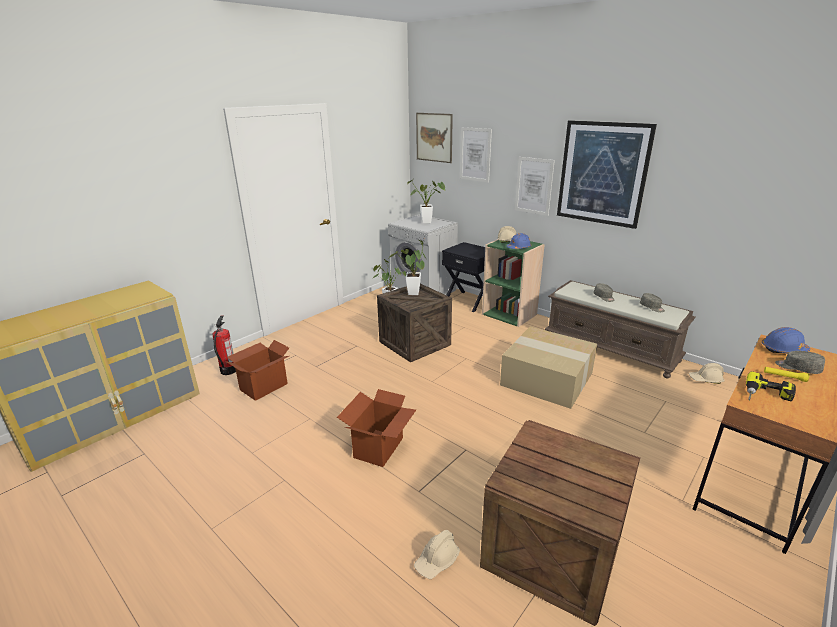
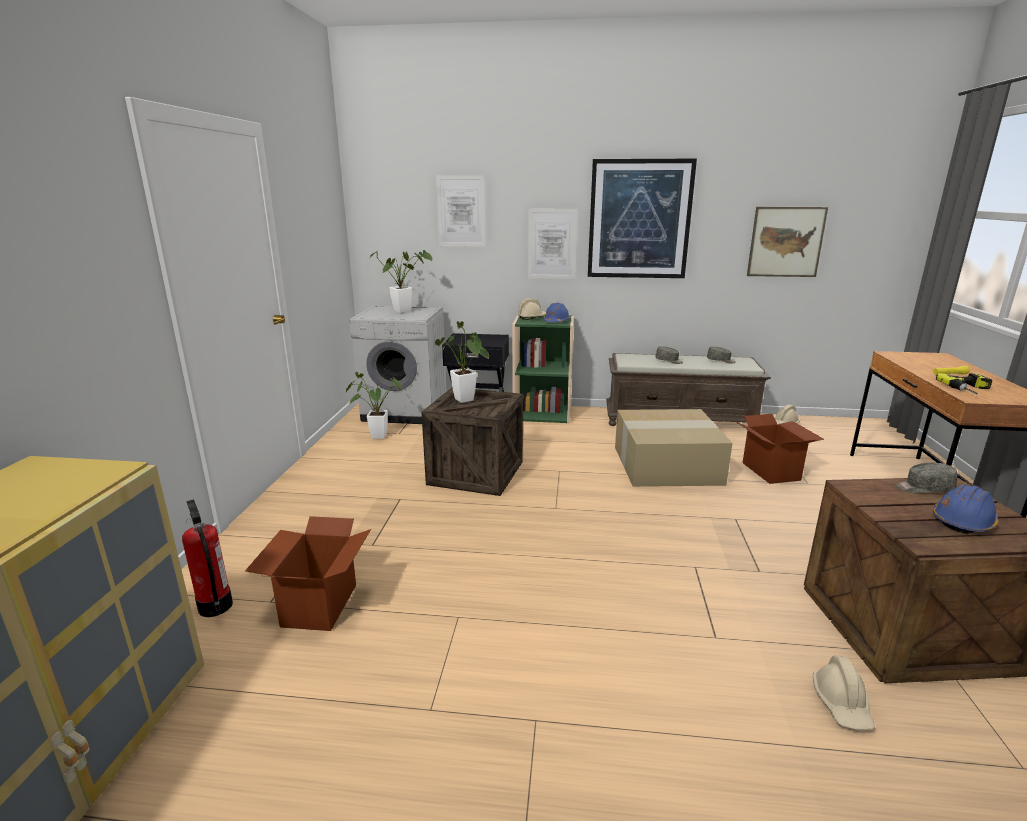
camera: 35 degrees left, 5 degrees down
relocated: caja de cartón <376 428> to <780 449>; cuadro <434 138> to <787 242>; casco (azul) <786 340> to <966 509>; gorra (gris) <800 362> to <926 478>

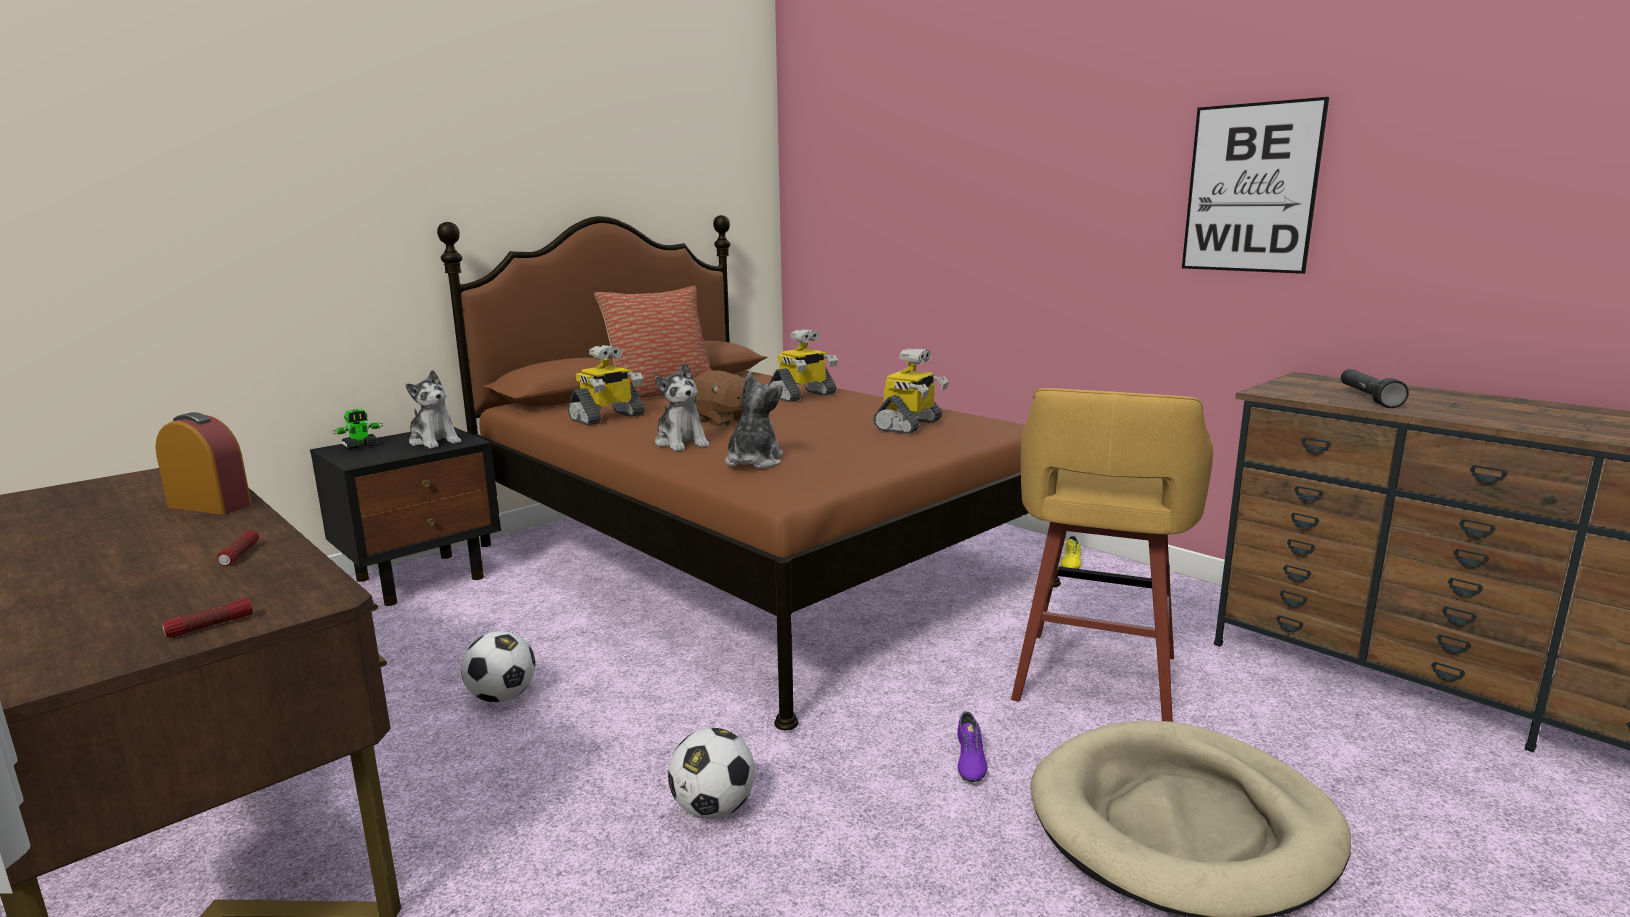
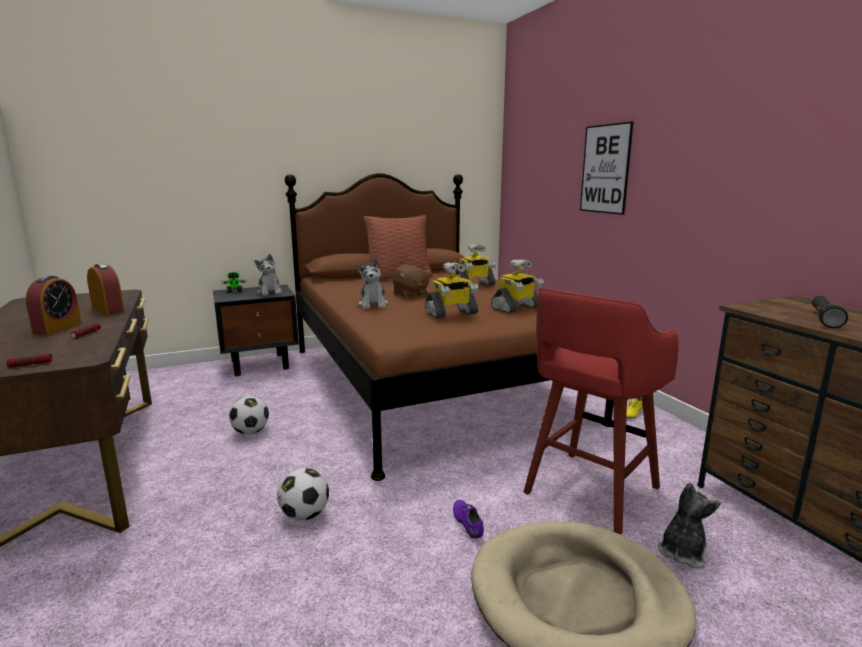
camera: 20 degrees right, 0 degrees up
appeared: despertador <53 305>
relocated: robot de juguete <606 385> to <452 290>; peluche <754 420> to <689 525>; cuadro <1255 185> to <607 168>
colour: taburete (amarillo) <1112 555> to taburete (rojo) <601 411>
spun: zapato (morado) <972 746> = <468 519> 135 degrees clockwise

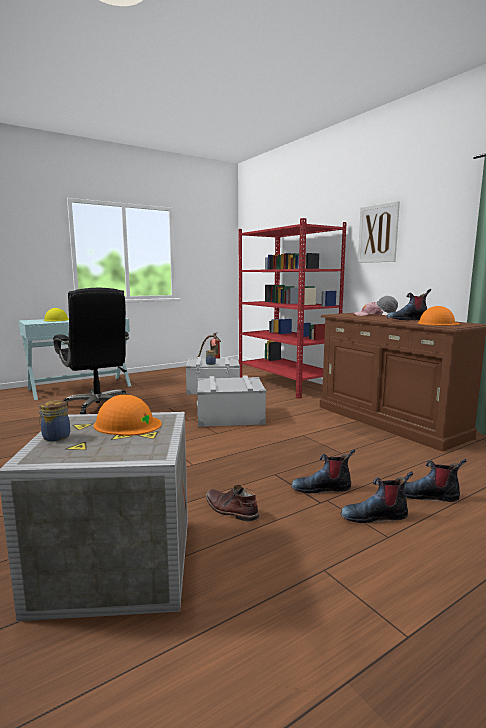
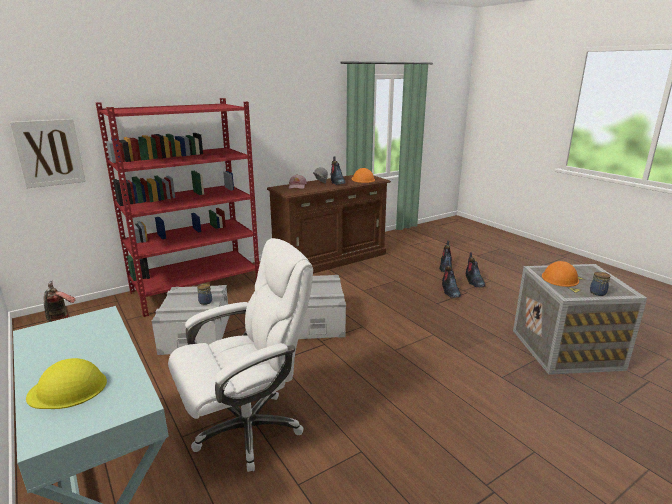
camera: 90 degrees left, 10 degrees up
missing: bota (marrón) <232 503>
relocated: cuadro <379 232> to <48 153>
colour: silla de oficina (negro) <91 351> to silla de oficina (blanco) <240 355>

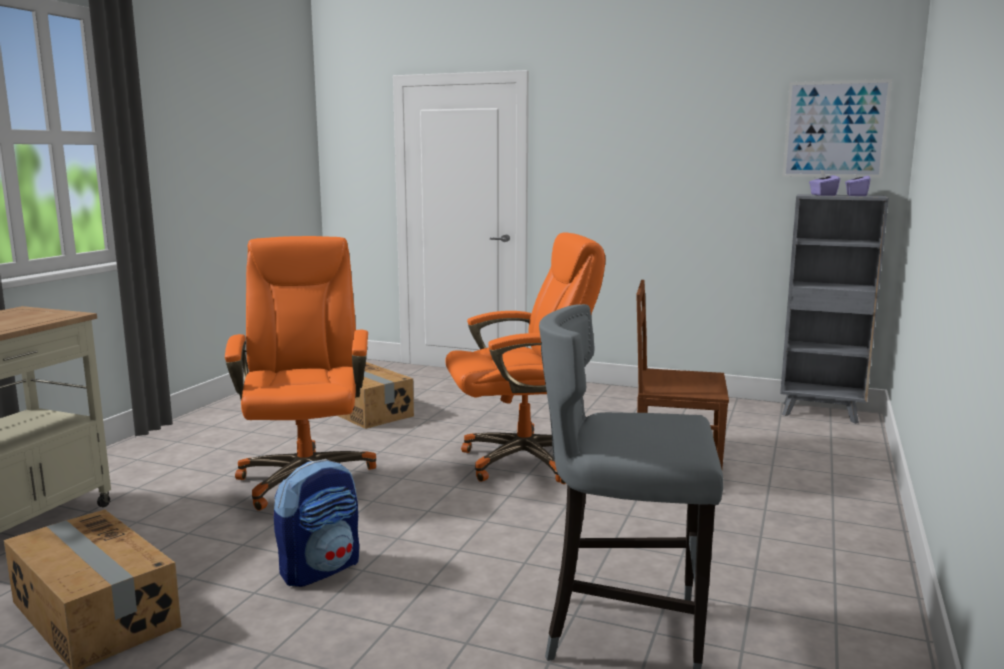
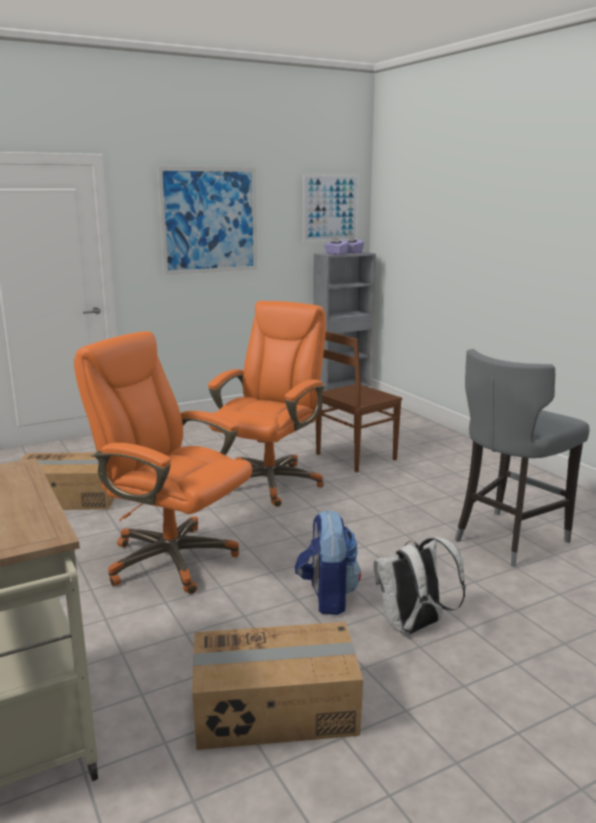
camera: 50 degrees left, 5 degrees up
appeared: cuadro <207 220>; mochila (blanco) <420 586>

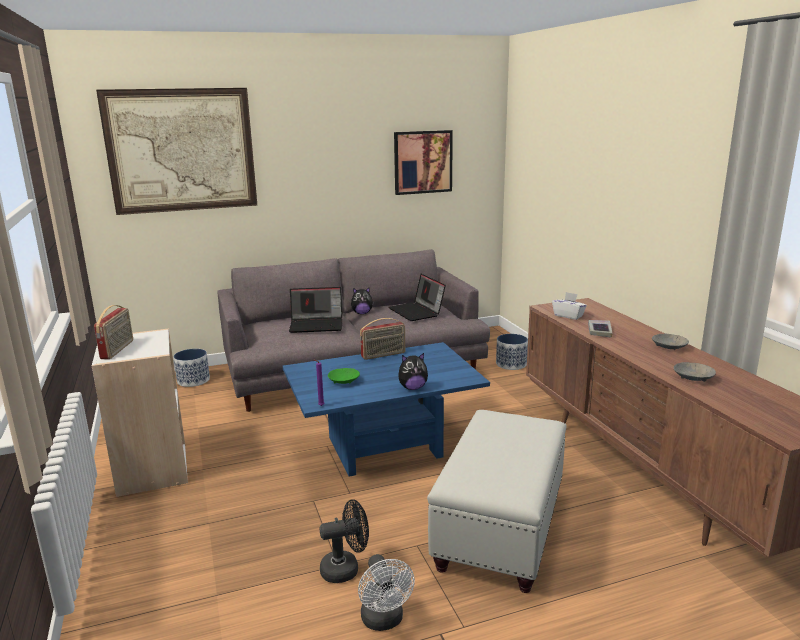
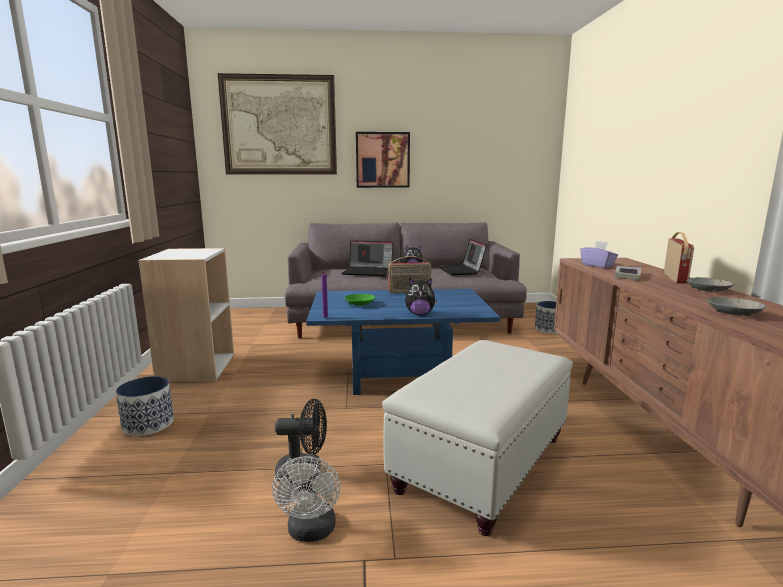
camera: 15 degrees right, 5 degrees down
relocated: radio <113 332> to <679 258>; maceta <191 368> to <145 406>; cuadro <423 162> to <383 160>
colour: caja de pañuelos (blanco) <569 306> to caja de pañuelos (morado) <599 254>

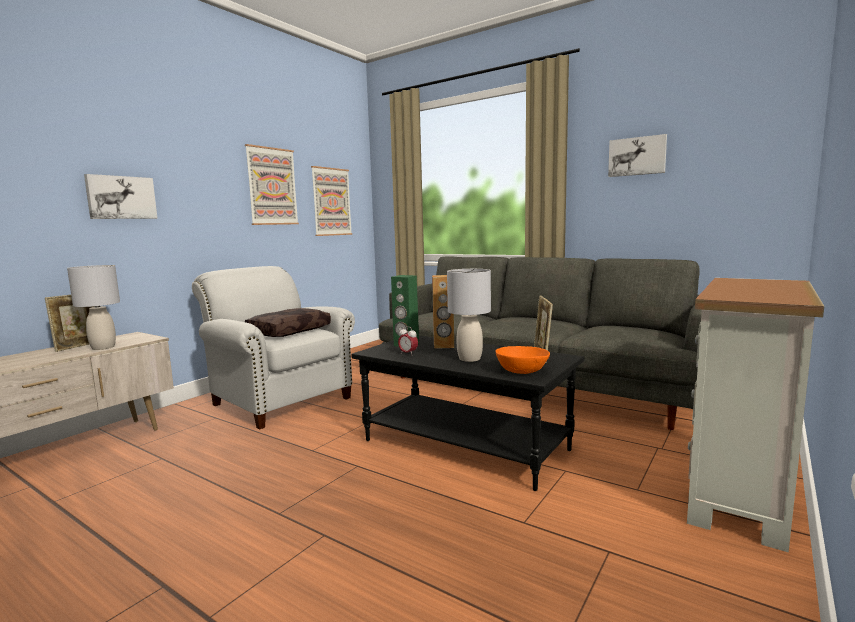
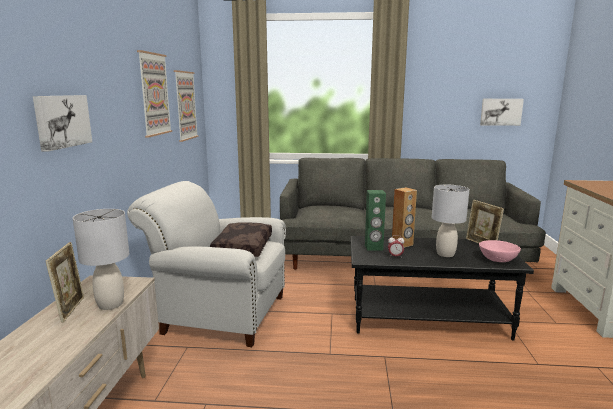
camera: 30 degrees left, 5 degrees up
relocated: cuadro <637 155> to <502 112>
colour: cuenco (naranja) <522 360> to cuenco (rosa) <500 251>

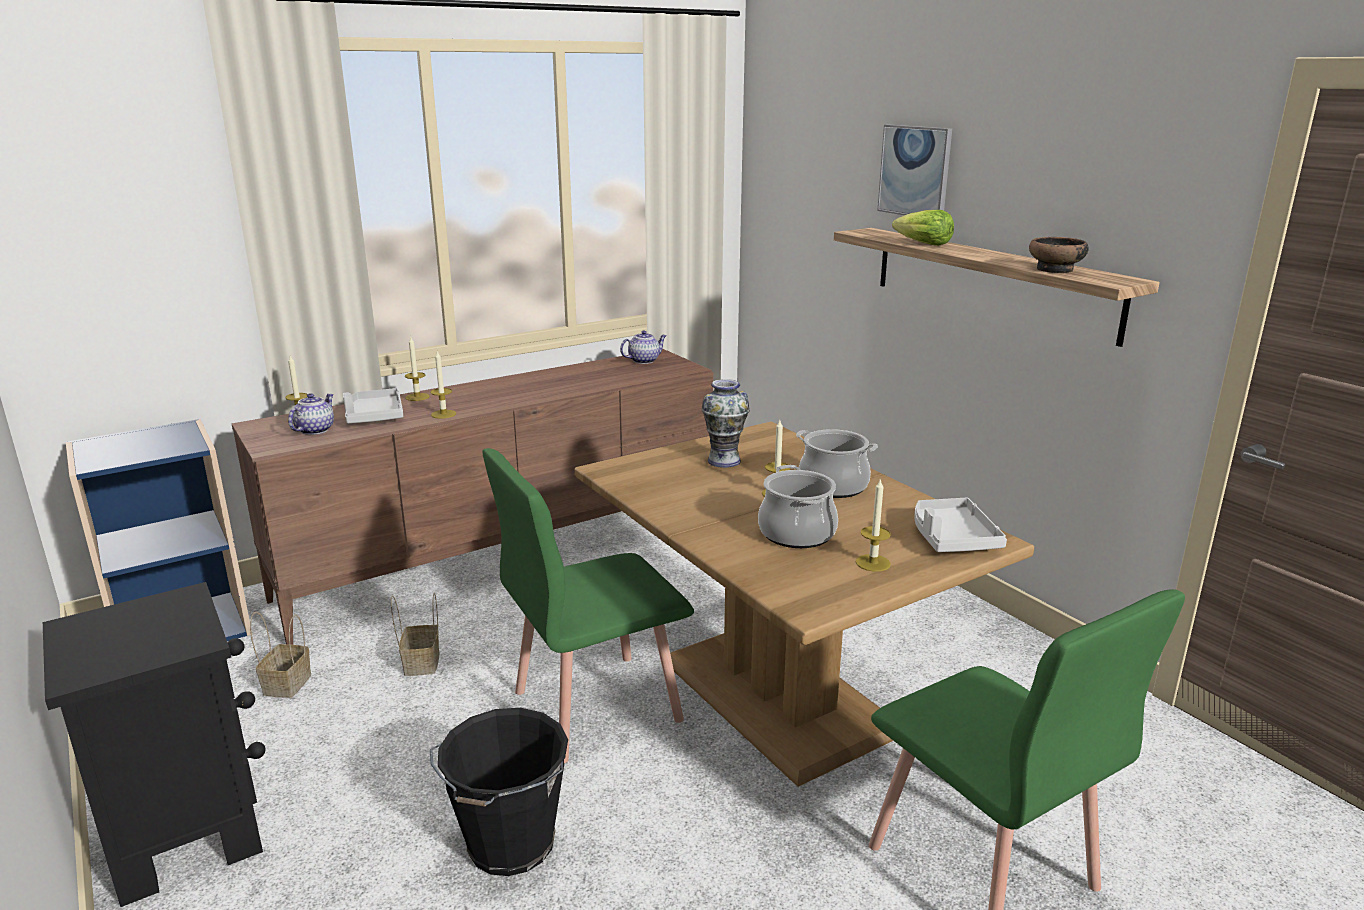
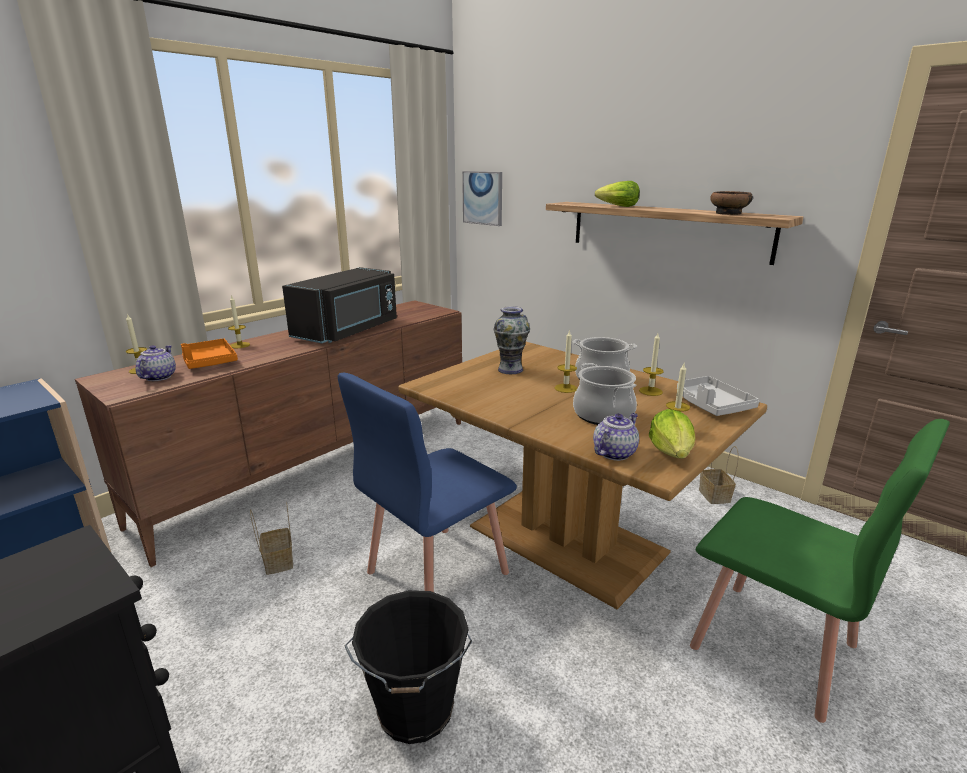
camera: 15 degrees left, 0 degrees up
appeared: microondas (negro) <339 305>; lechuga <672 434>
relocated: cesta <280 655> to <718 475>; vela <443 385> to <651 364>; tetera <643 347> to <616 437>; cuadro <914 170> to <482 198>
colour: bandeja (gris) <373 406> to bandeja (naranja) <209 353>; silla (verde) <588 605> to silla (azul) <427 482>

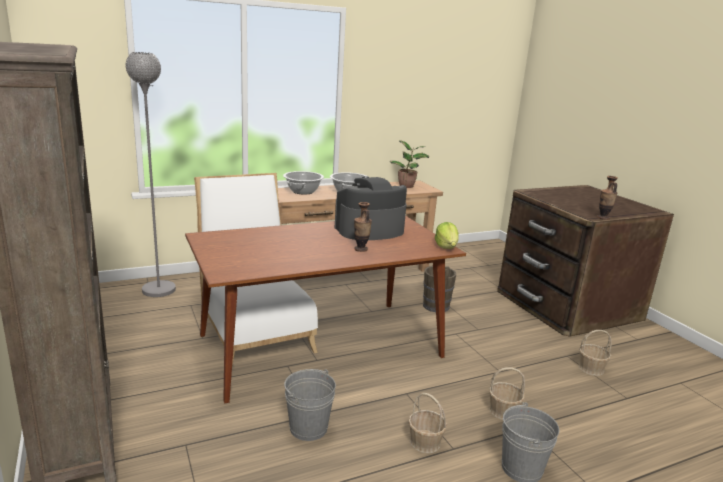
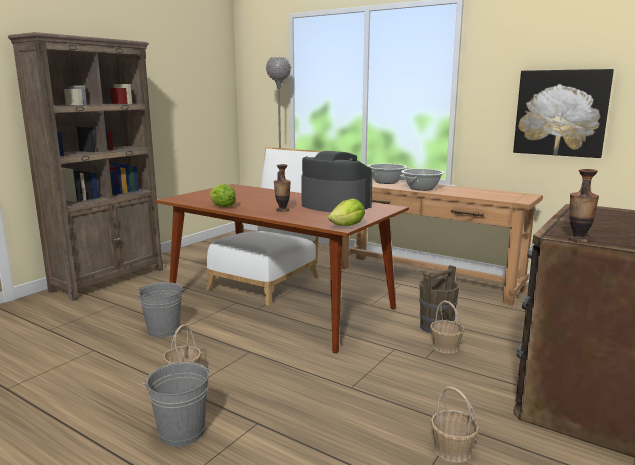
camera: 60 degrees right, 5 degrees down
missing: planta en maceta <409 164>
appeared: lechuga <223 195>; cuadro <563 113>
relocated: cesta <507 393> to <447 327>

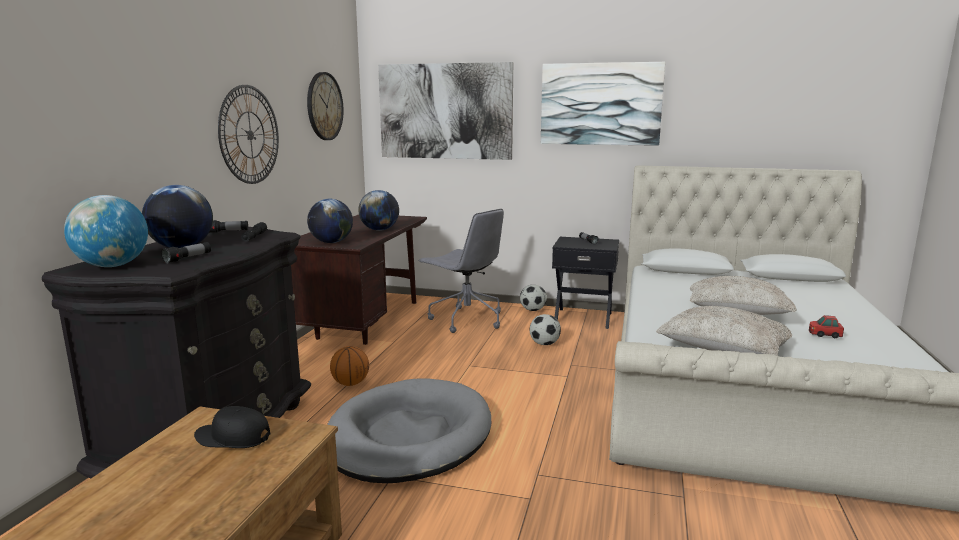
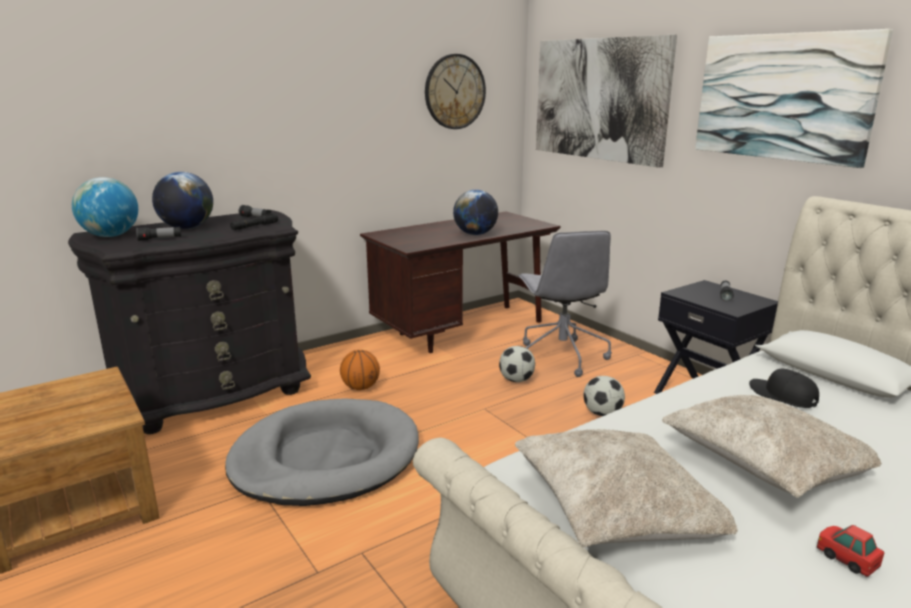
camera: 40 degrees right, 5 degrees up
missing: reloj de pared <248 134>; globo terráqueo <330 221>
relocated: gorra (negro) <232 427> to <784 388>; balón de fútbol <533 298> to <517 364>

